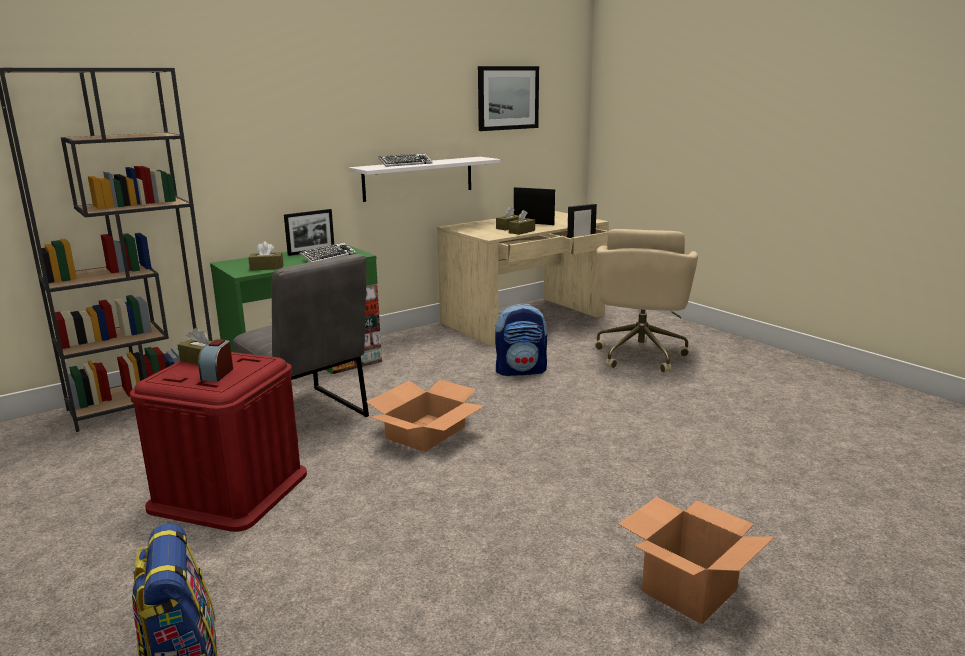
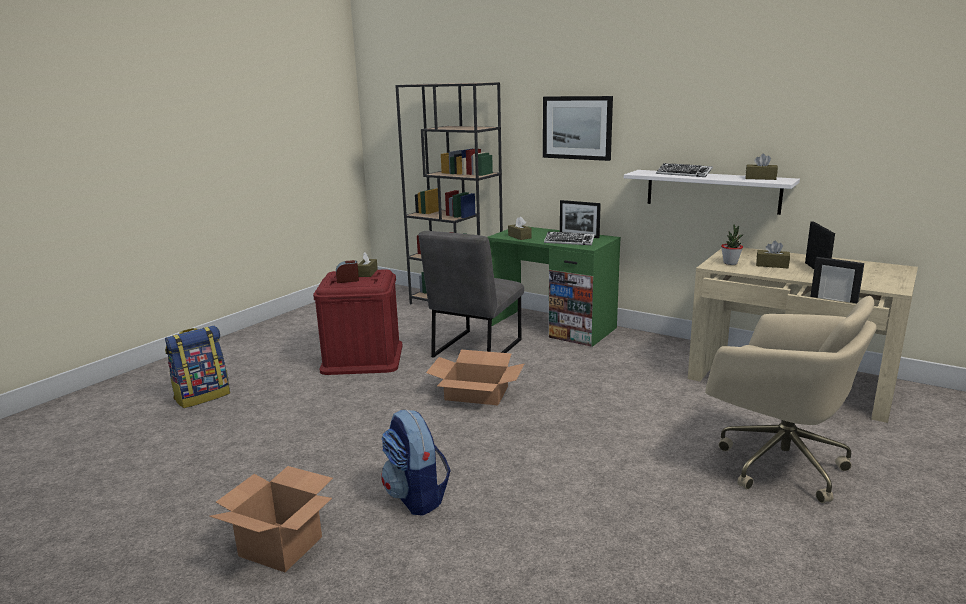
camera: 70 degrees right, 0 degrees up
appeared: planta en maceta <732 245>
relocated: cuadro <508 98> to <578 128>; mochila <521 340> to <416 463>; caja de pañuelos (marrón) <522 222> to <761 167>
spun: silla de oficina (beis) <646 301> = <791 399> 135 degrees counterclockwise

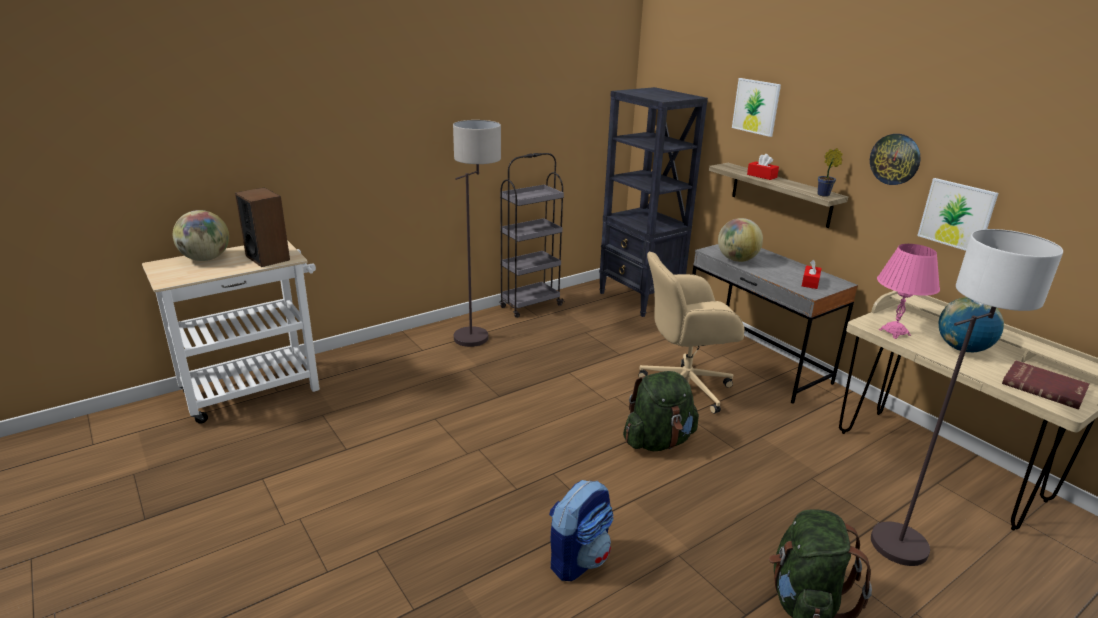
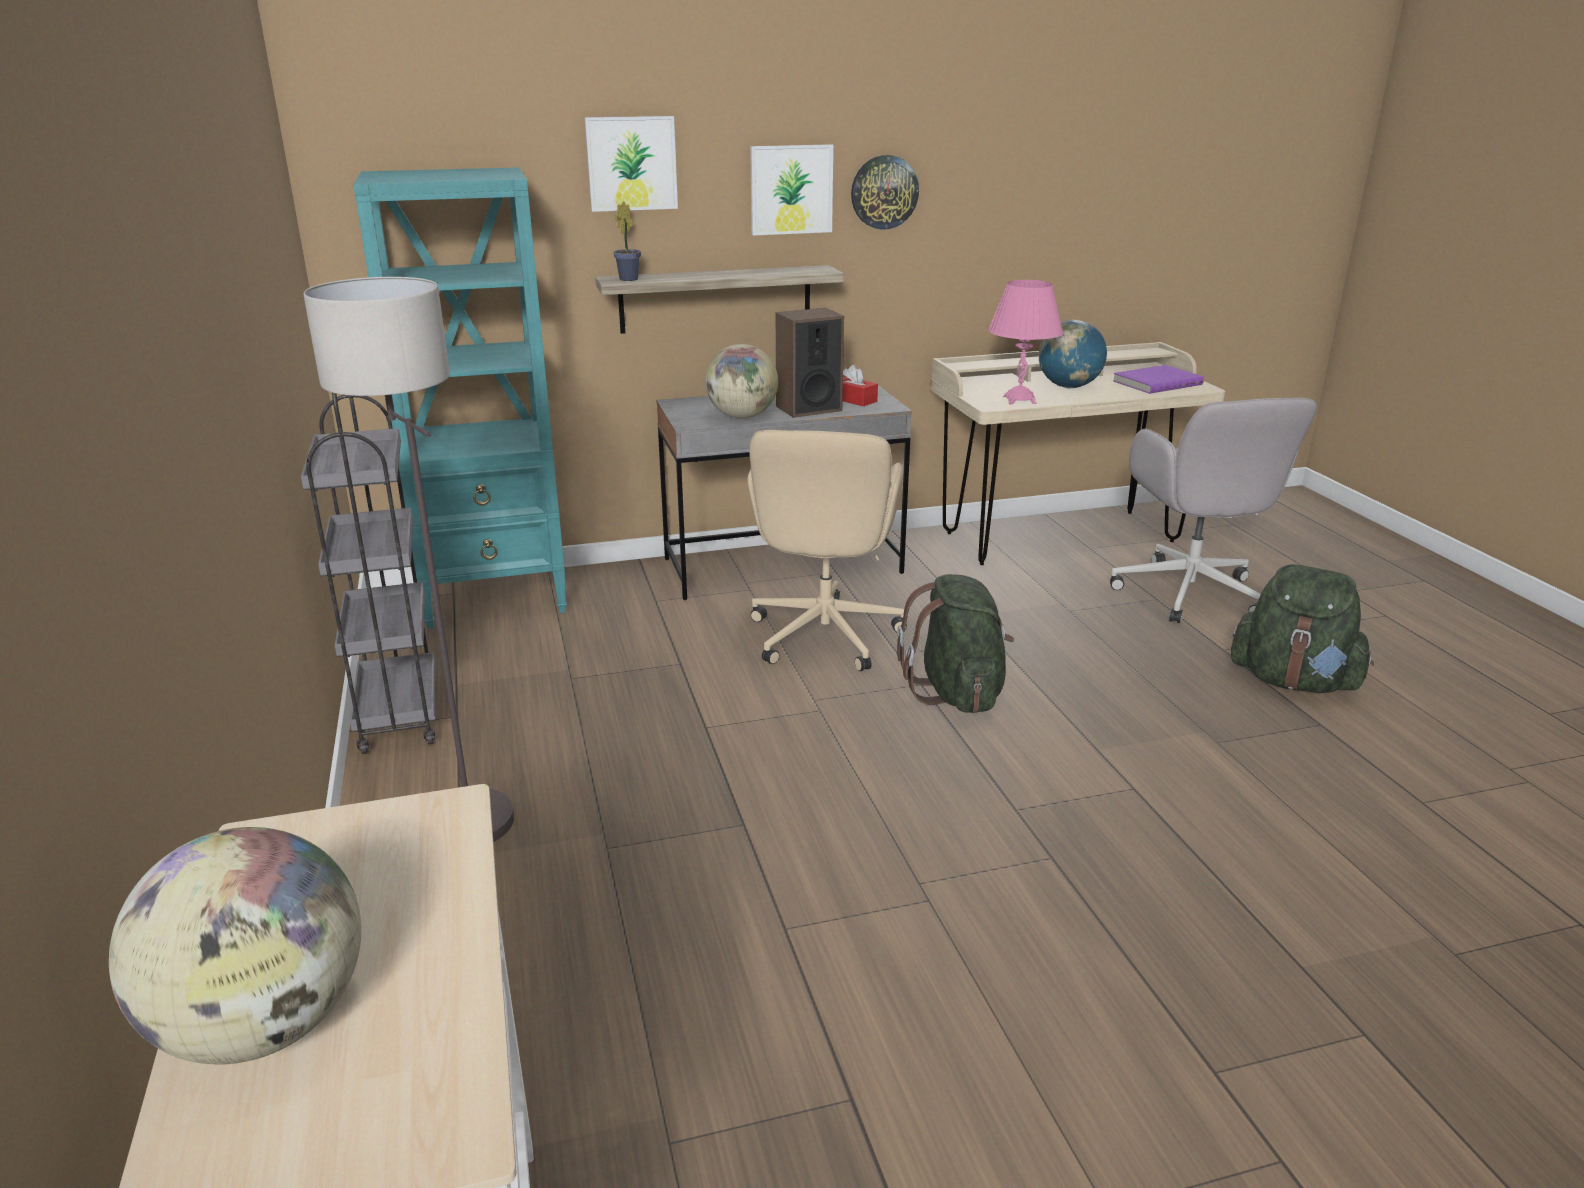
camera: 70 degrees left, 0 degrees up
missing: mochila <581 530>; caja de pañuelos (rojo) <763 167>
relocated: altavoz <262 227> to <810 363>; planta en maceta <830 172> to <627 241>; cuadro <958 214> to <791 189>
exchanged: lámpara de pie (blanco) <967 397> to silla de oficina (gris) <1213 510>
colour: estantería (negro) <653 202> to estantería (turquesa) <460 398>; libro (rojo) <1046 385> to libro (morado) <1158 379>

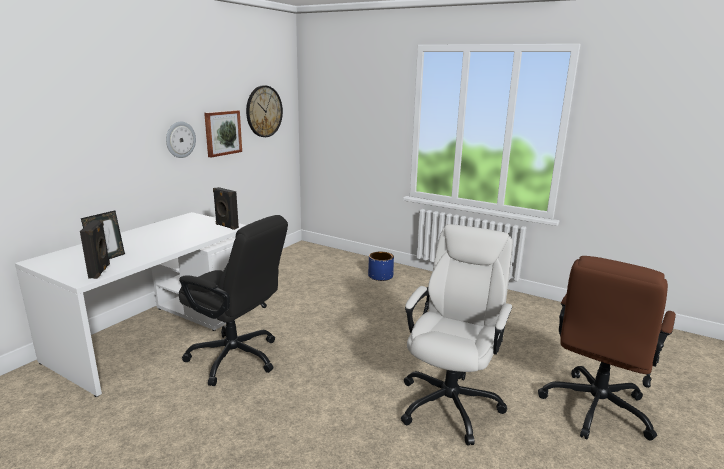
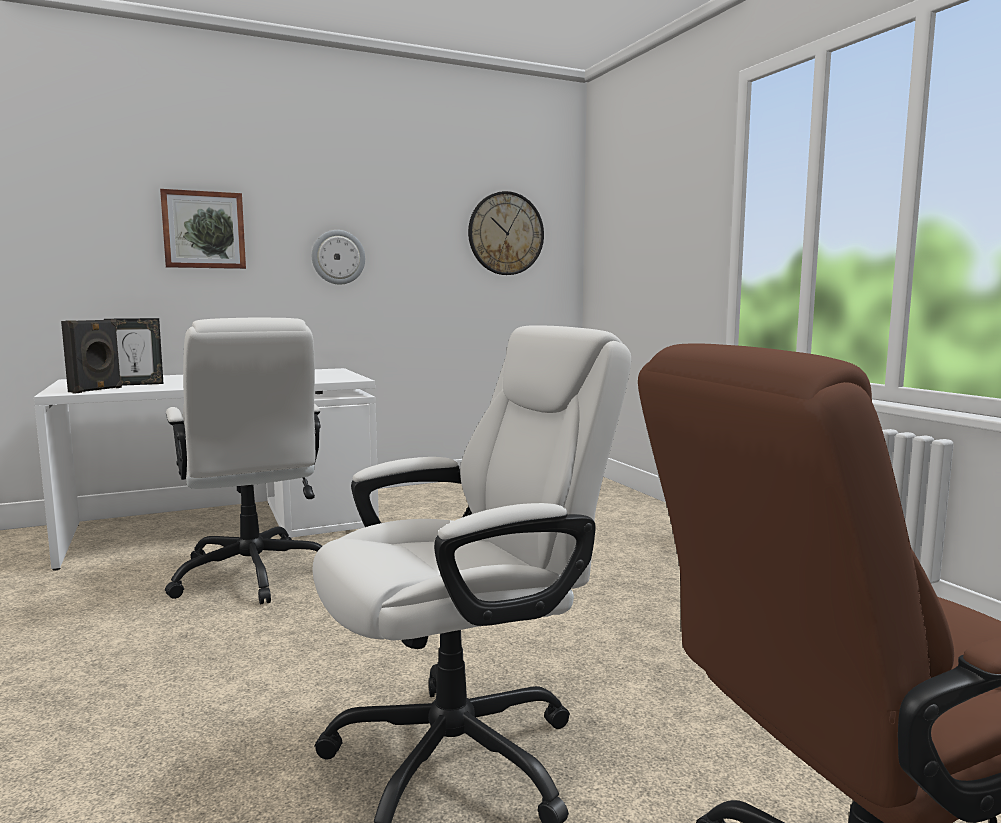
camera: 35 degrees right, 10 degrees down
missing: altavoz (negro) <226 208>; maceta (azul) <381 266>
relocated: cuadro <223 133> to <203 229>
colour: silla de oficina (negro) <233 300> to silla de oficina (blanco) <243 461>

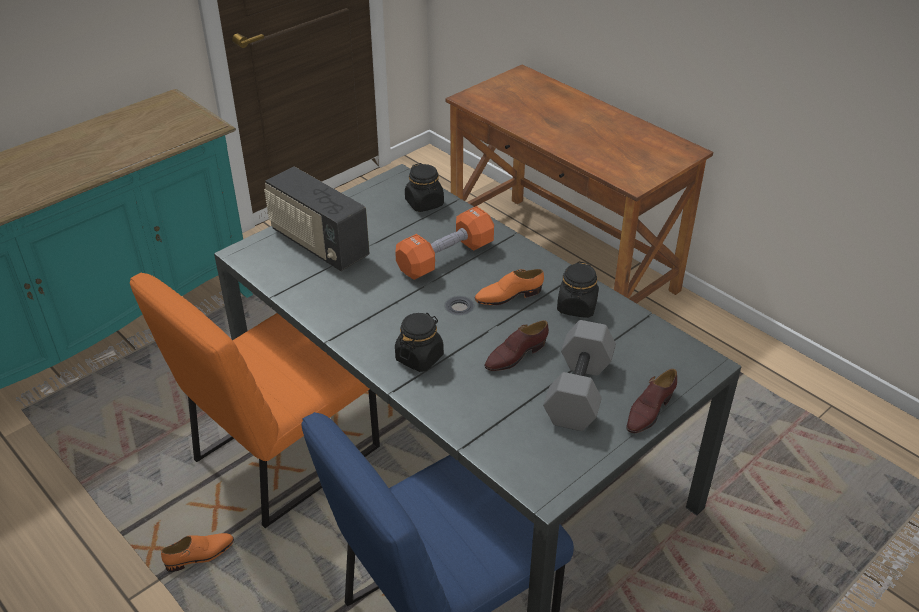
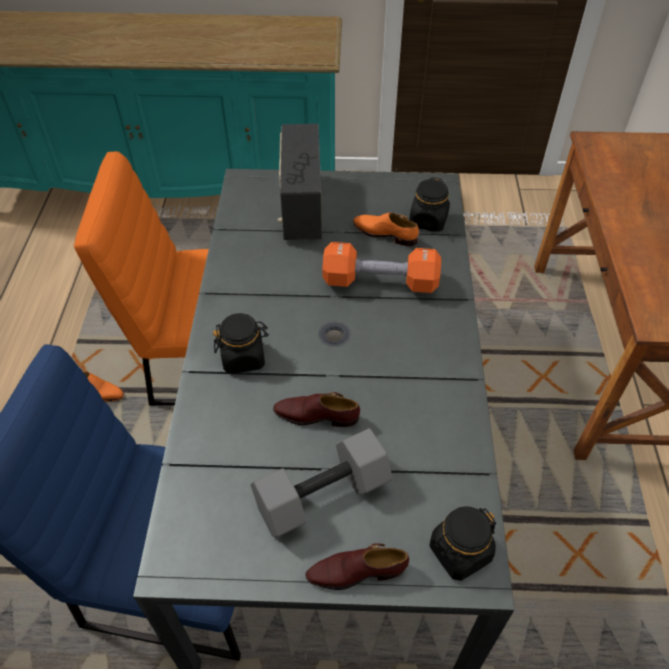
camera: 45 degrees right, 10 degrees up
relocated: zapato (naranja) <509 287> to <386 229>; tarro (negro) <578 290> to <463 543>

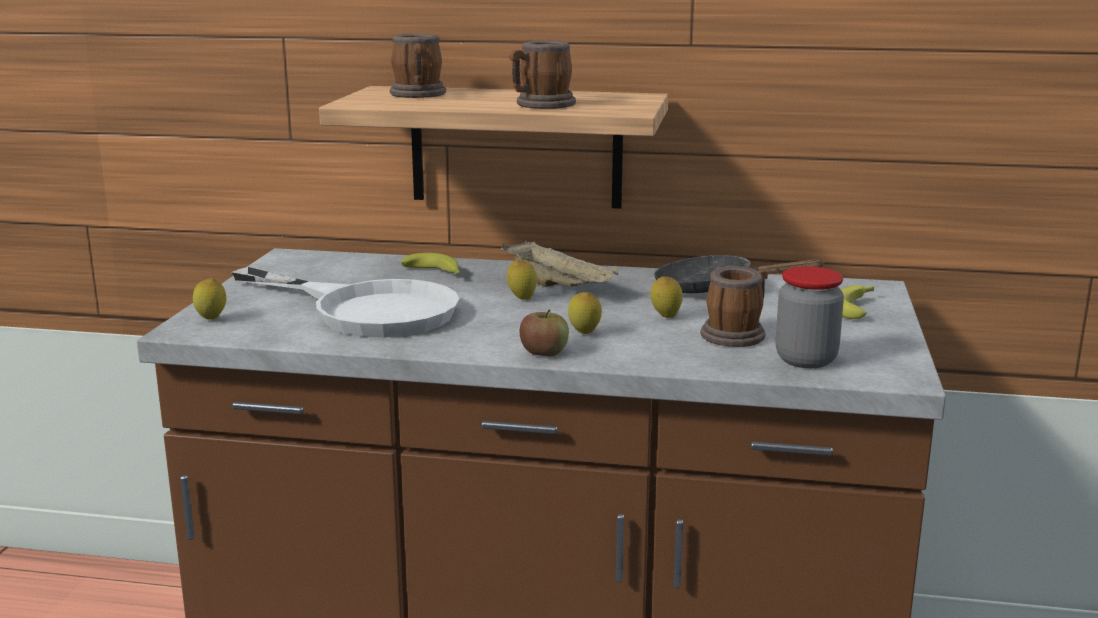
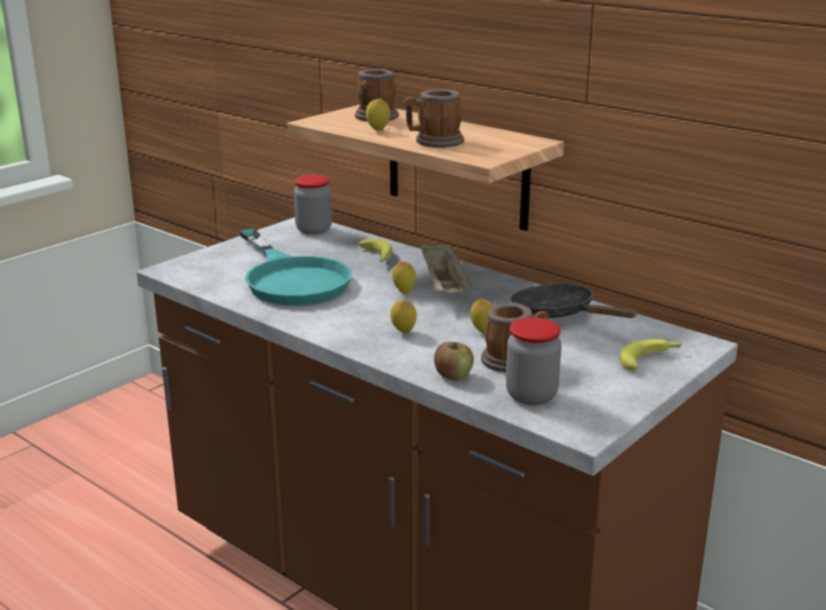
camera: 30 degrees right, 5 degrees up
appeared: tarro <313 205>
relocated: limón <209 299> to <378 114>; manzana <544 333> to <454 361>
colour: sartén (blanco) <345 302> to sartén (turquesa) <295 266>

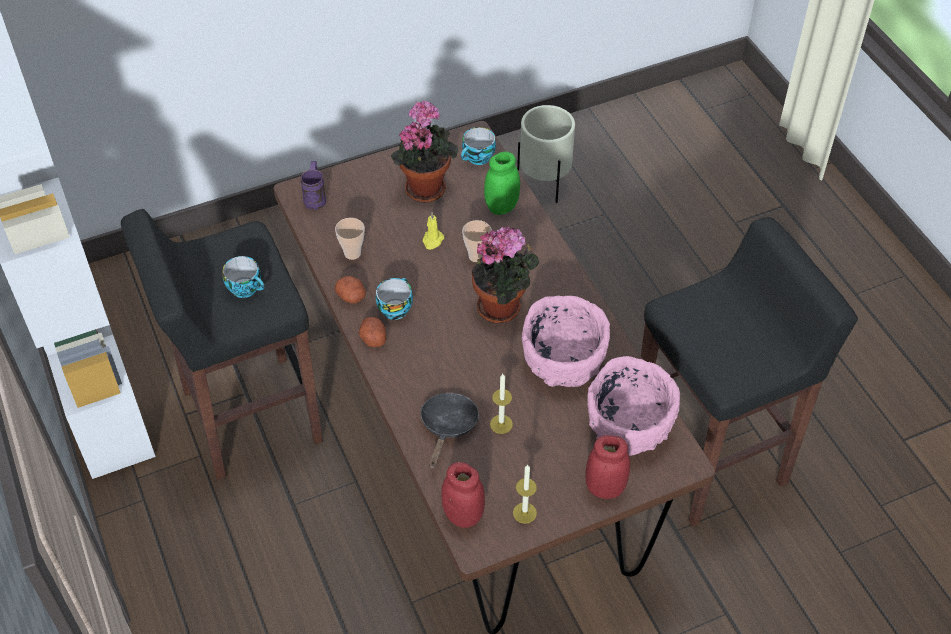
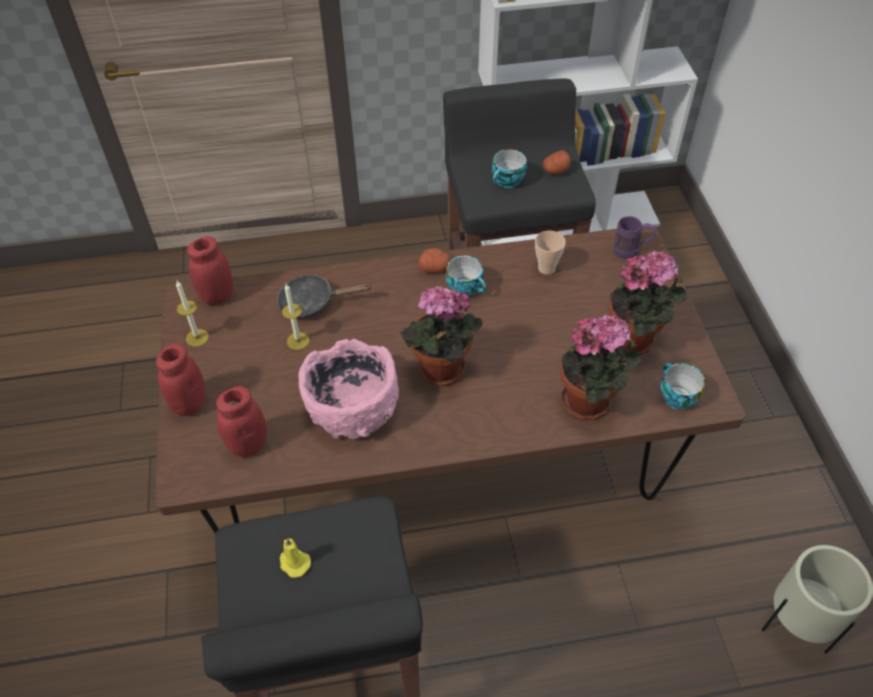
camera: 105 degrees right, 0 degrees up
missing: taza <477 241>
relocated: patata <350 290> to <557 162>; vela (amarillo) <434 231> to <295 558>
exchanged: tarro (verde) <502 183> to planta en maceta <600 367>; cuenco (rosa) <633 406> to tarro (rojo) <241 421>
spun: sartén (negro) <450 431> = <324 296> 150 degrees clockwise

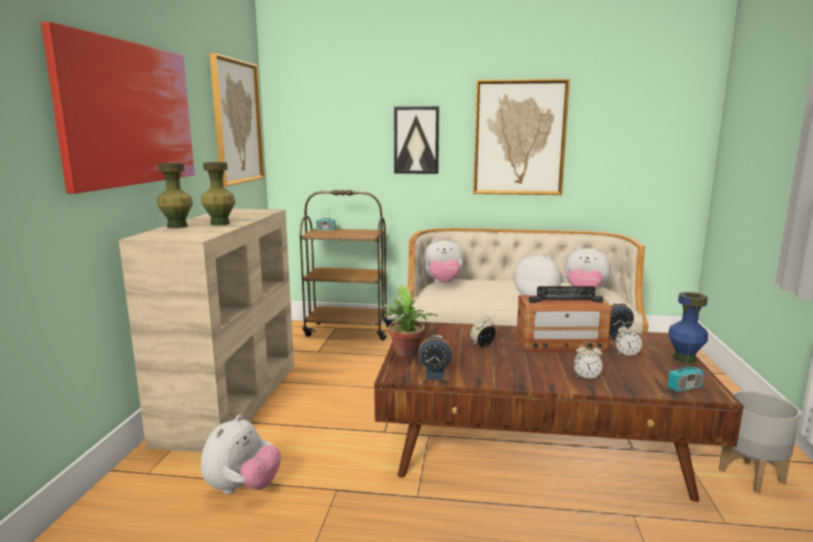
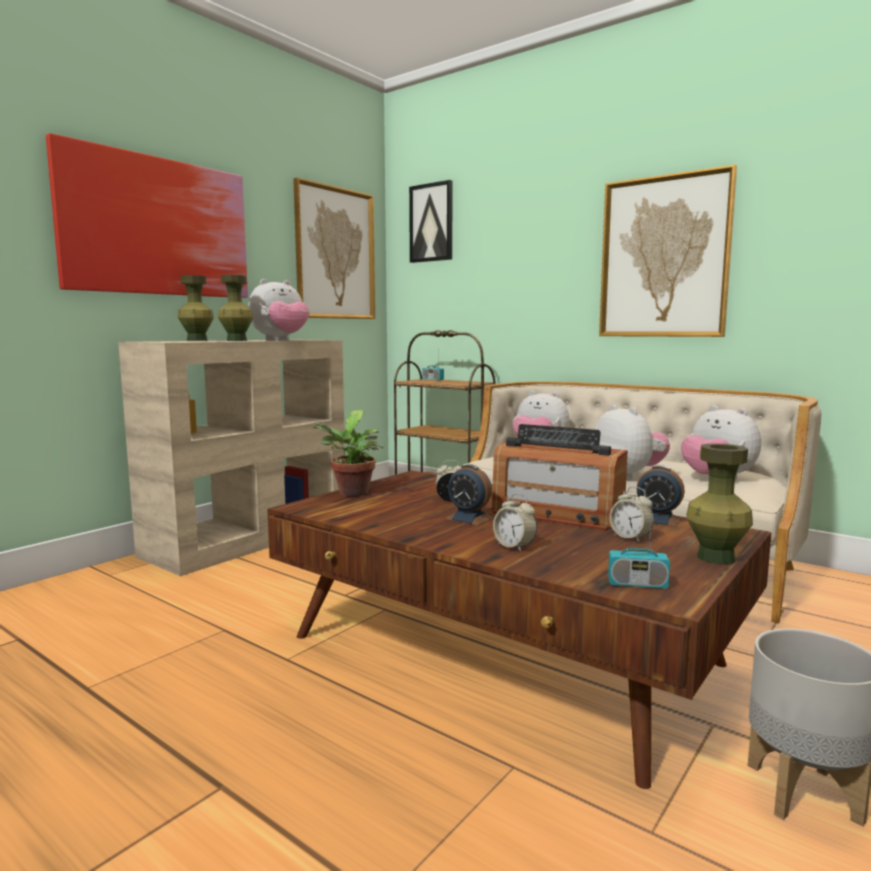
camera: 30 degrees right, 5 degrees down
relocated: peluche <241 454> to <279 309>; cuadro <416 140> to <431 221>; despertador <435 358> to <469 495>
colour: florero (azul) <688 327> to florero (verde) <719 504>

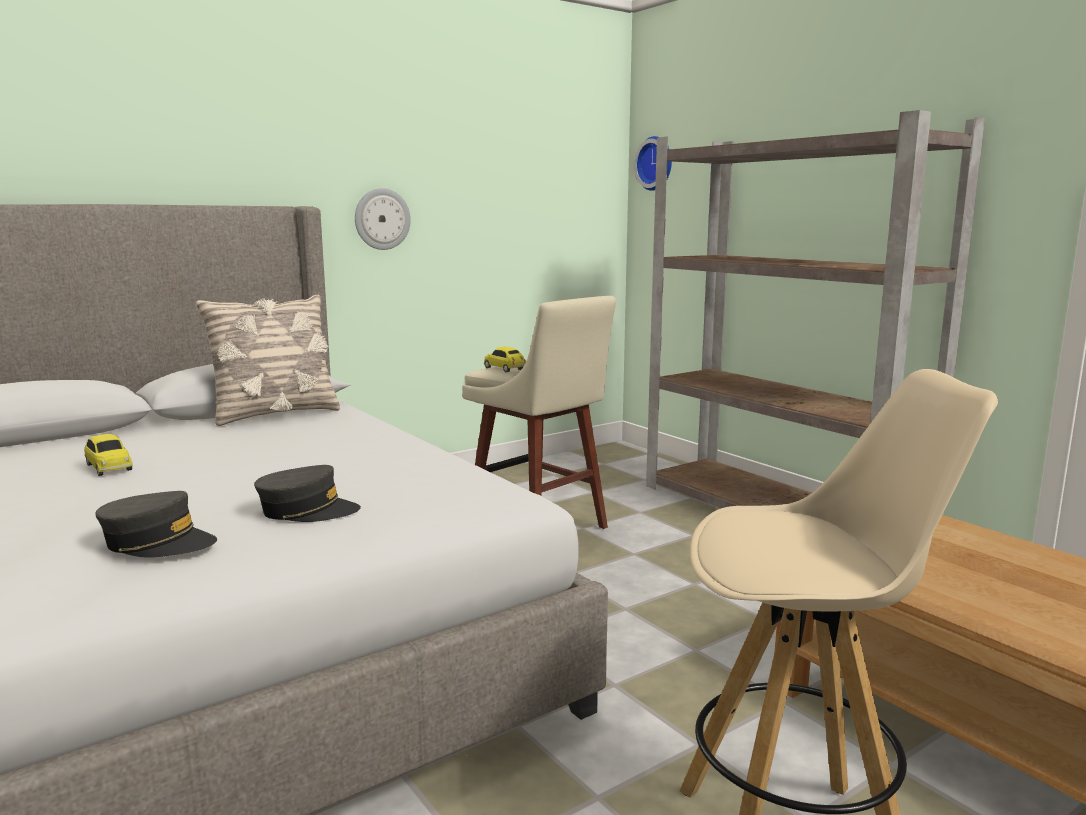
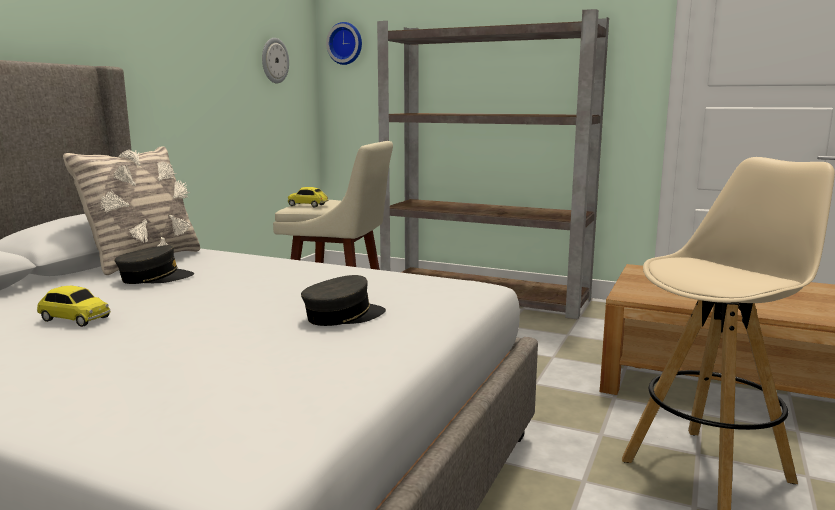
camera: 30 degrees left, 0 degrees up
relocated: gorra (gris) <156 524> to <154 264>; reloj de pared <383 219> to <275 60>

